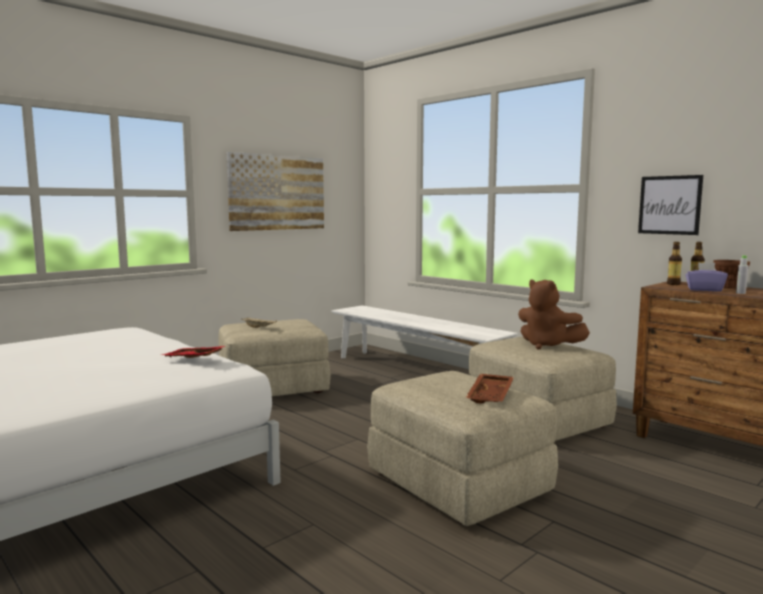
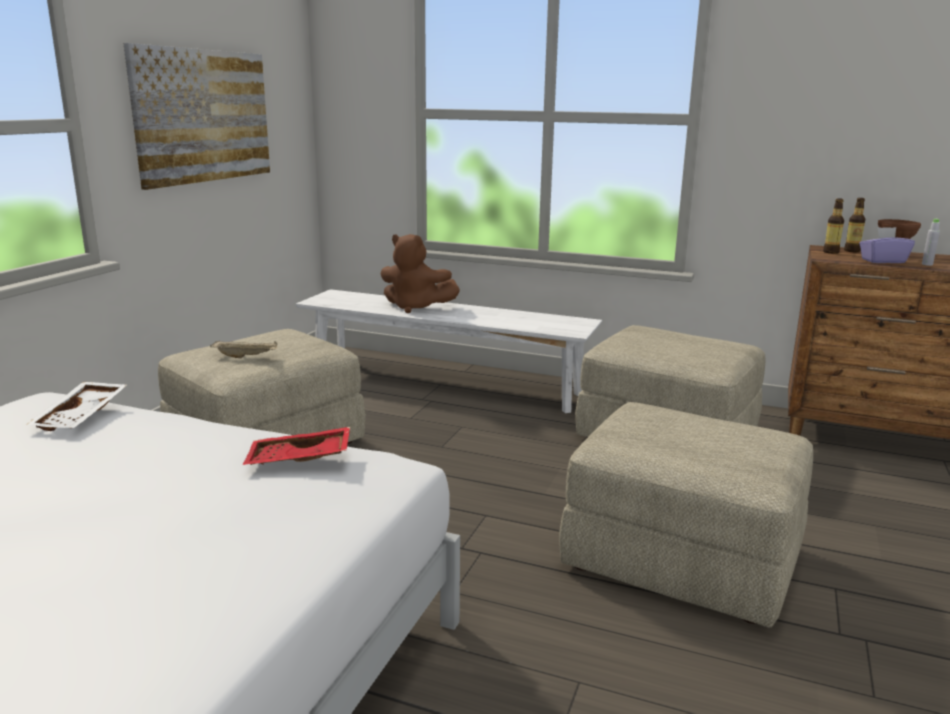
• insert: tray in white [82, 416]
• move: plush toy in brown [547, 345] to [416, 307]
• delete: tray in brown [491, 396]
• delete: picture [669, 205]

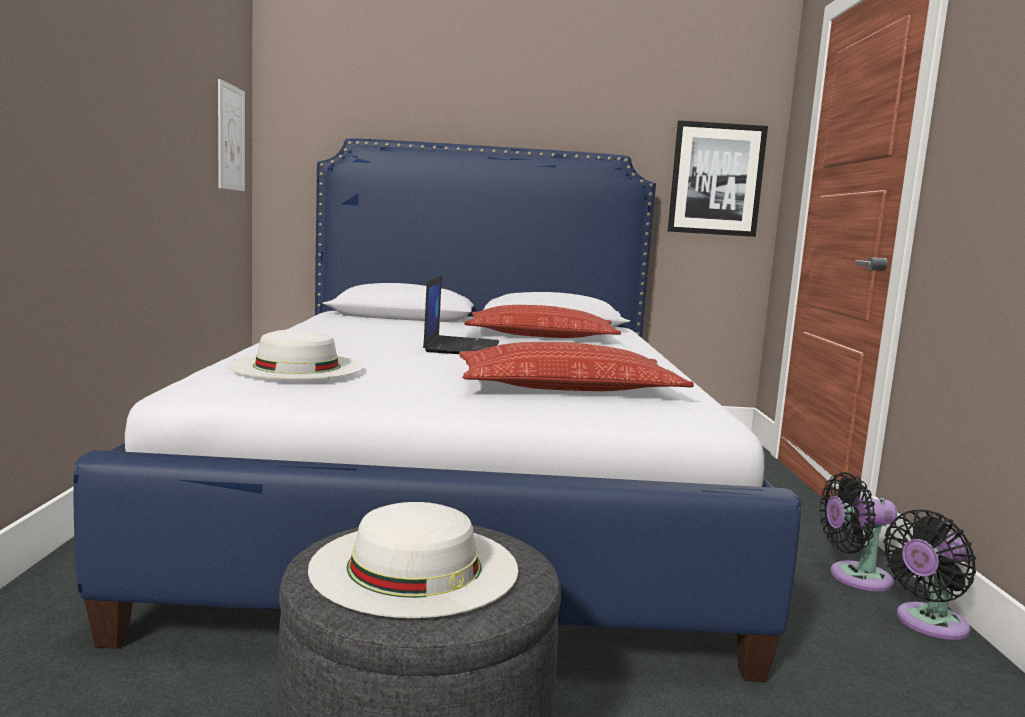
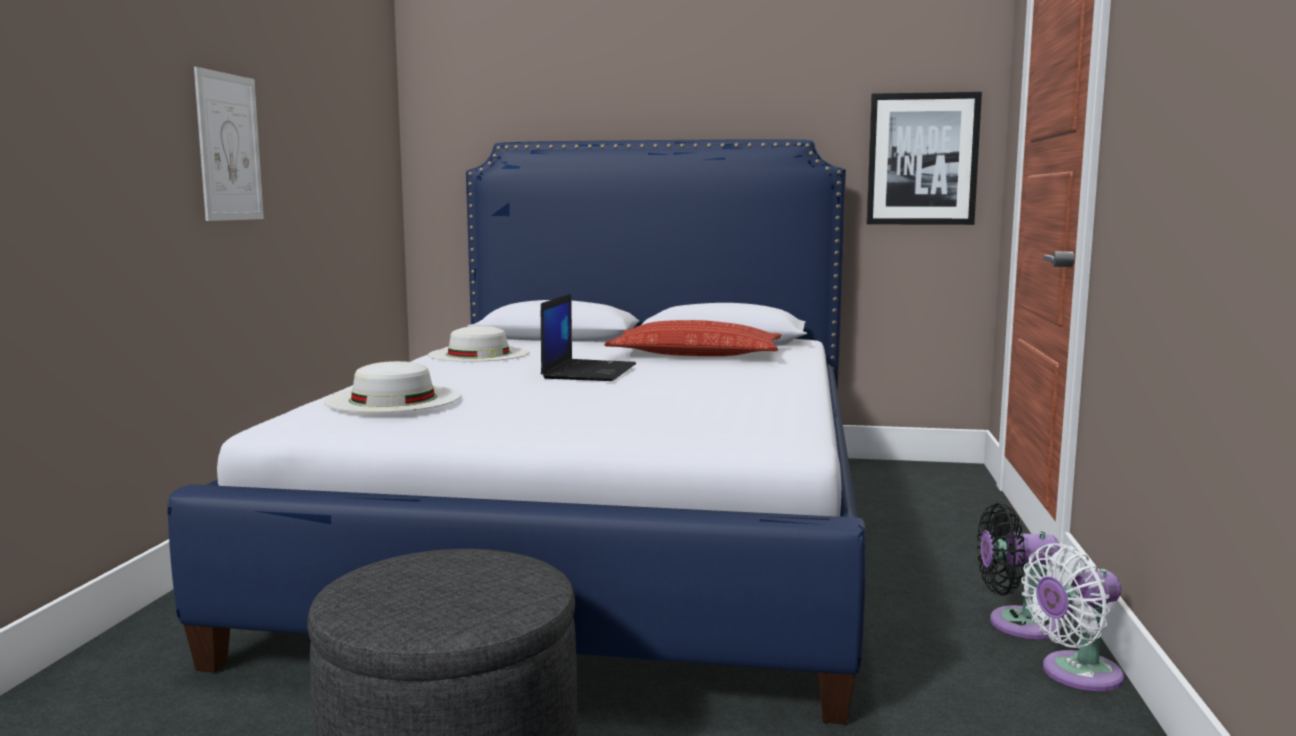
• move: picture [231, 138] to [229, 147]
• move: hat in white [415, 567] to [479, 354]
• recolor: fan in black [927, 624] to fan in white [1075, 674]
• delete: pillow [567, 387]

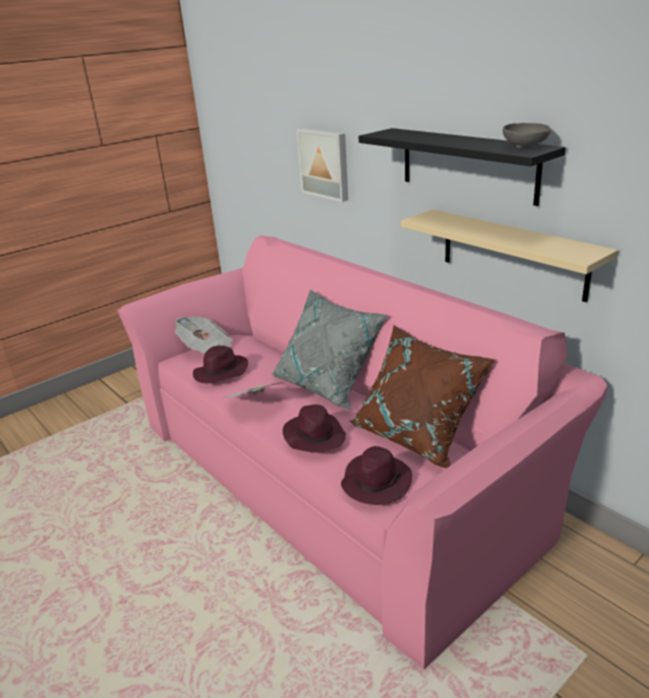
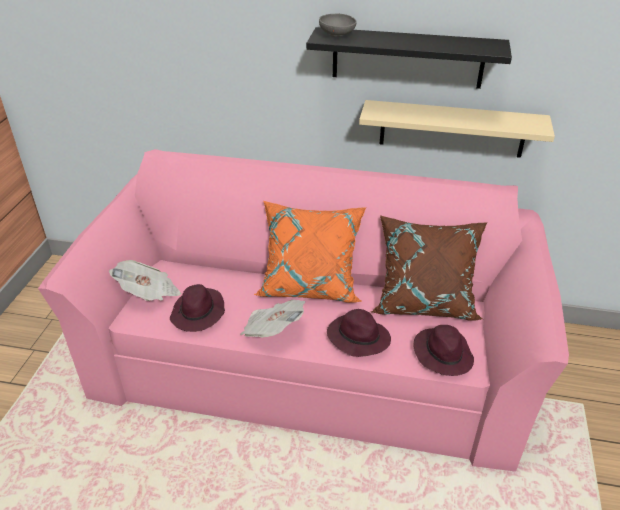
• recolor: pillow in grey [329, 384] to pillow in orange [310, 284]
• move: bowl in grey [525, 148] to [337, 36]
• delete: picture [325, 163]

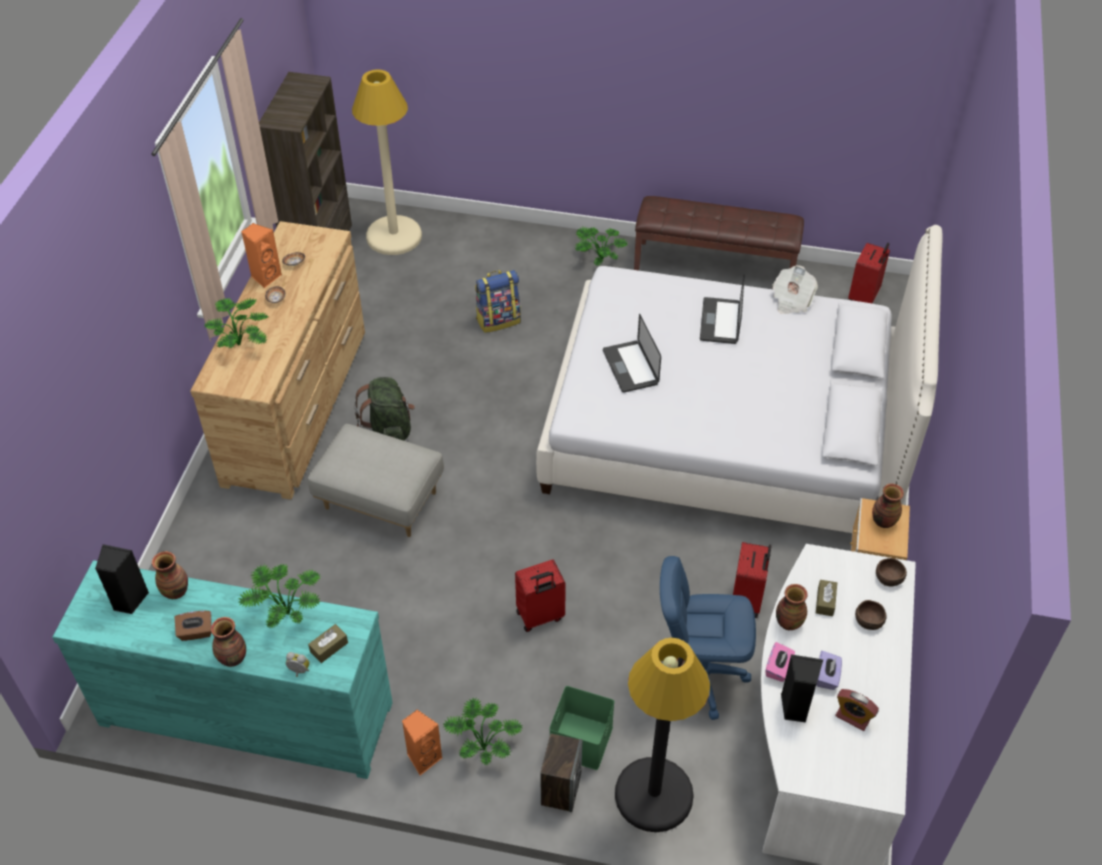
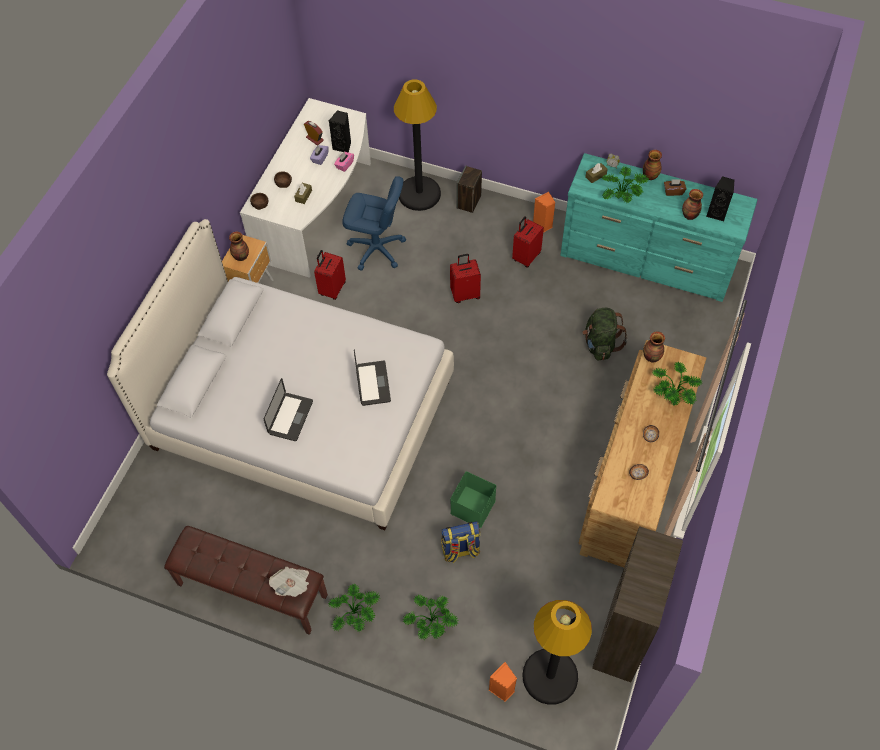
• move: newspaper [791, 300] to [292, 585]
• move: potted plant [483, 745] to [431, 624]
• move: storage box in green [580, 739] to [473, 508]
• move: speaker in orange [265, 277] to [502, 689]
• move: suitcase in red [864, 298] to [526, 257]
• recolor: floor lamp in beige [394, 236] to floor lamp in black [550, 676]
• move: backpack in green [389, 431] to [600, 344]
• move: vase [788, 622] to [652, 357]
• delete: ottoman in grey [379, 501]

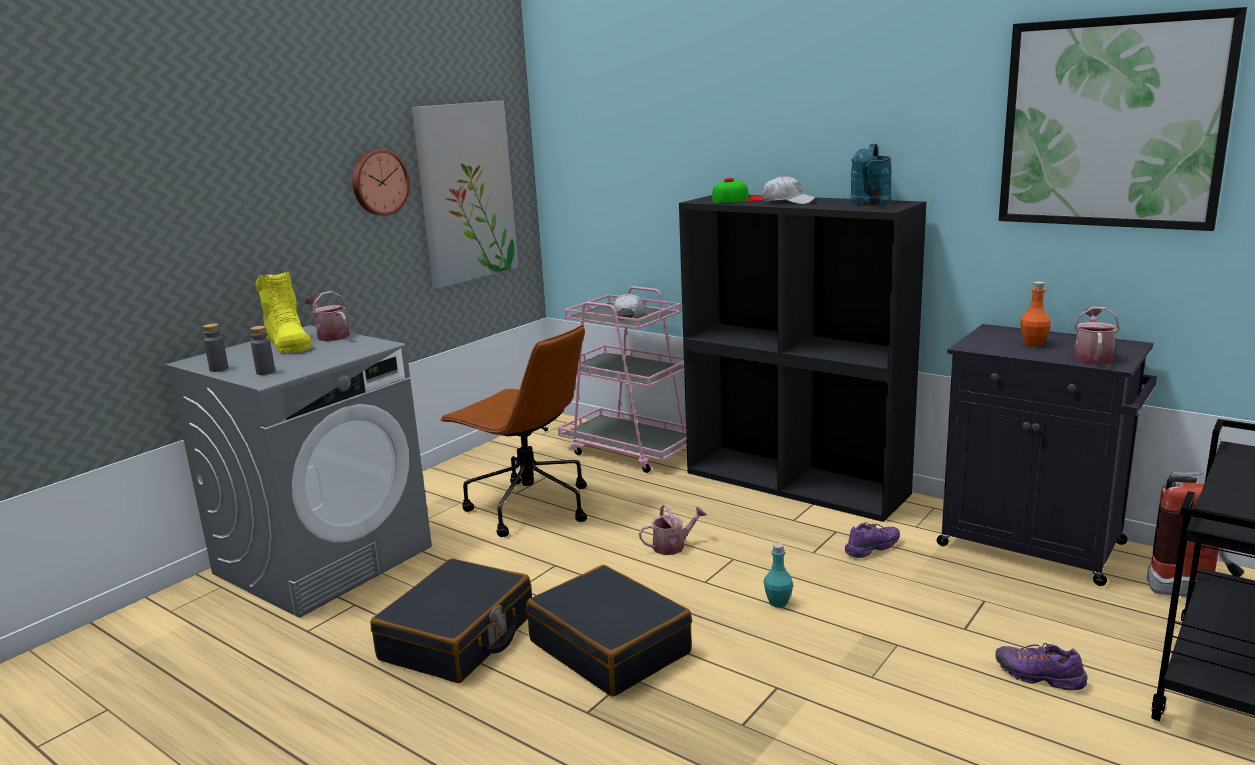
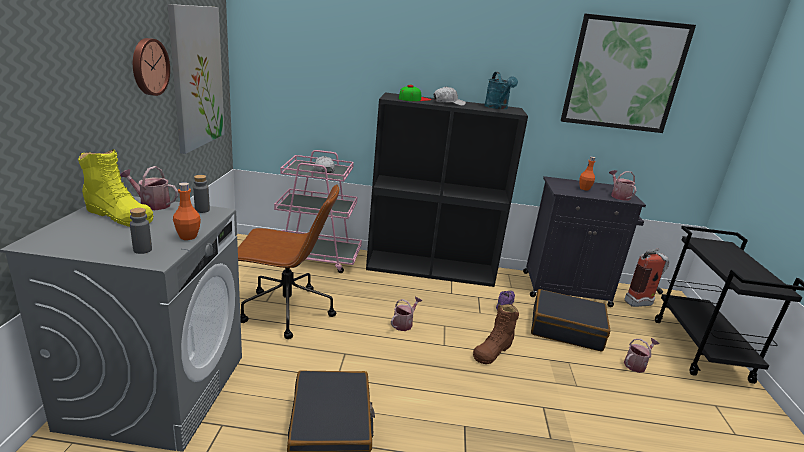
• insert: bottle in orange [188, 236]
• move: bottle in grey [219, 369] to [202, 210]
• replace: bottle in turquoise [778, 602] to boot in brown [493, 350]
• move: suitcase in black [610, 647] to [566, 329]
• replace: shoe in purple [1039, 677] to watering can [636, 364]

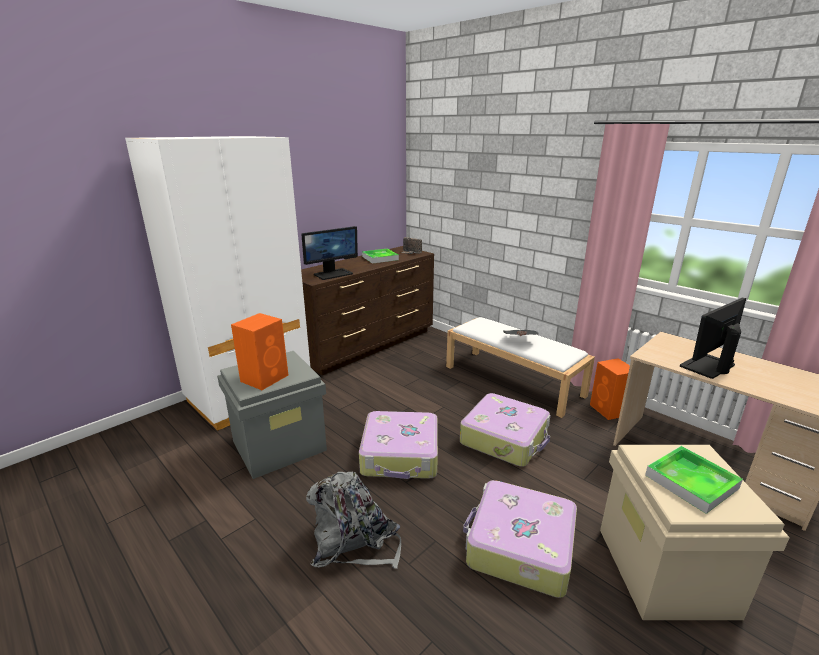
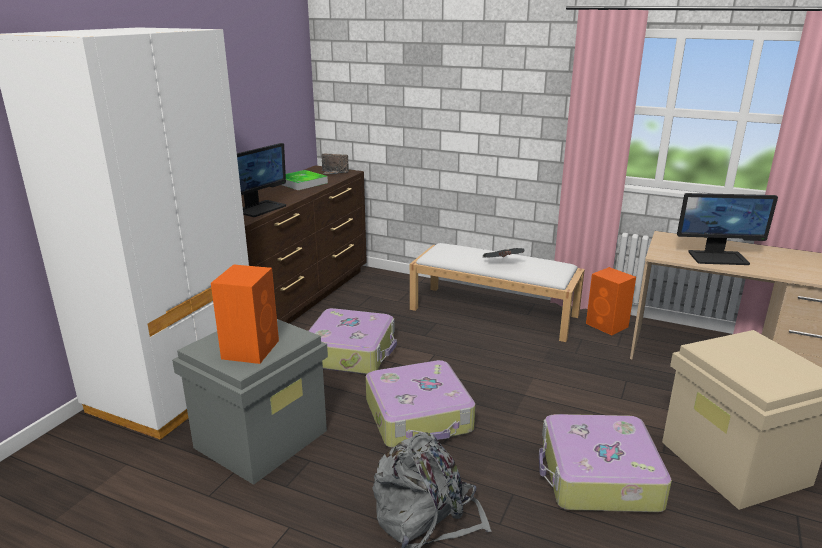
• move: suitcase [505, 438] to [351, 352]
• rotate: monitor [708, 366] = [718, 257] 120 degrees counterclockwise
• delete: tray [691, 481]

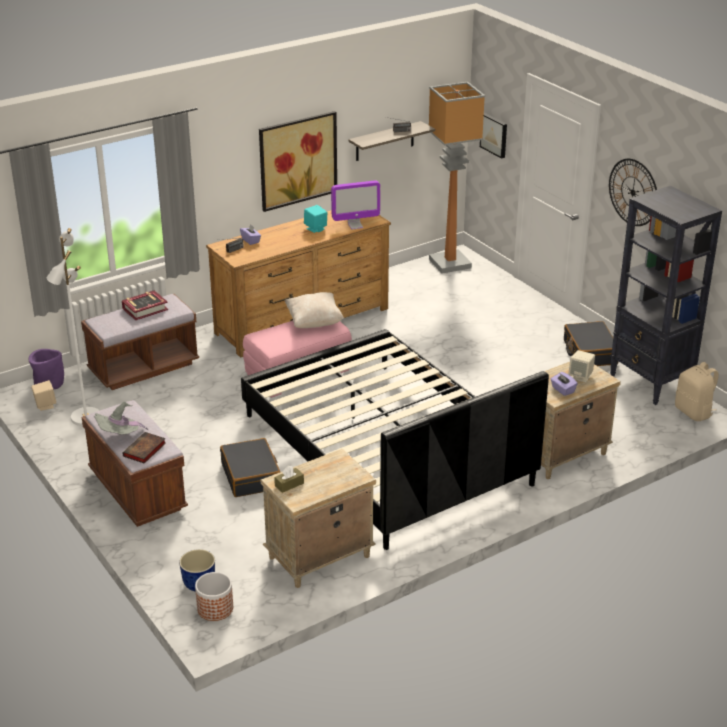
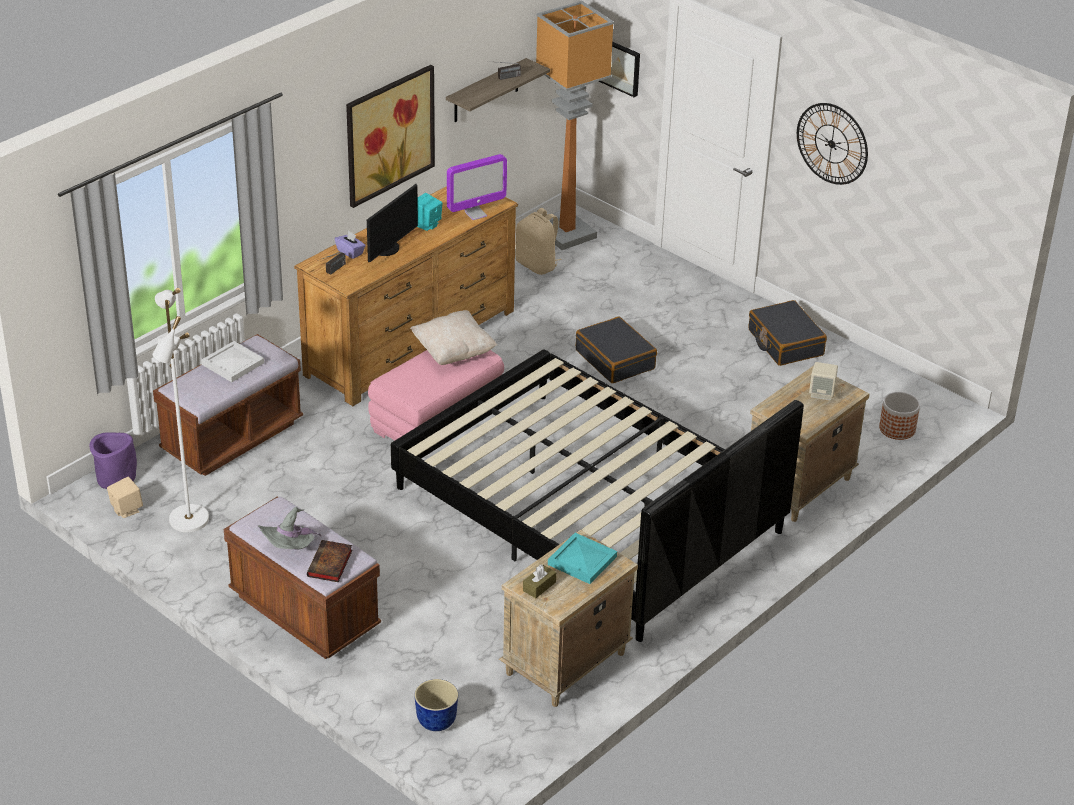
• replace: book [145, 309] to tray in white [233, 363]
• insert: monitor [388, 249]
• move: backpack in beige [694, 412] to [537, 265]
• insert: tray in turquoise [581, 560]
• move: suitcase in black [251, 476] to [615, 359]
• move: planter [215, 608] to [897, 429]
• delete: tissue box in purple [562, 390]
• delete: bookcase in black [651, 383]

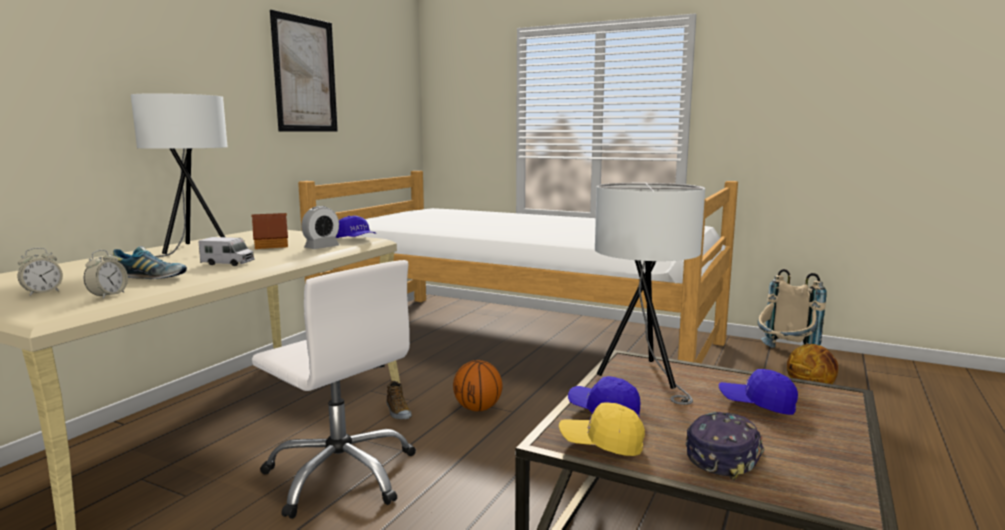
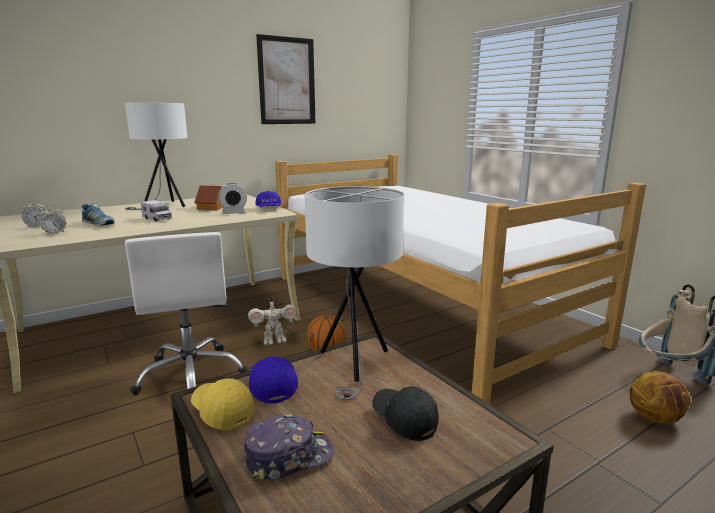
• replace: shoe [398, 412] to toy robot [274, 340]
• recolor: cap in blue [757, 405] to cap in black [404, 420]

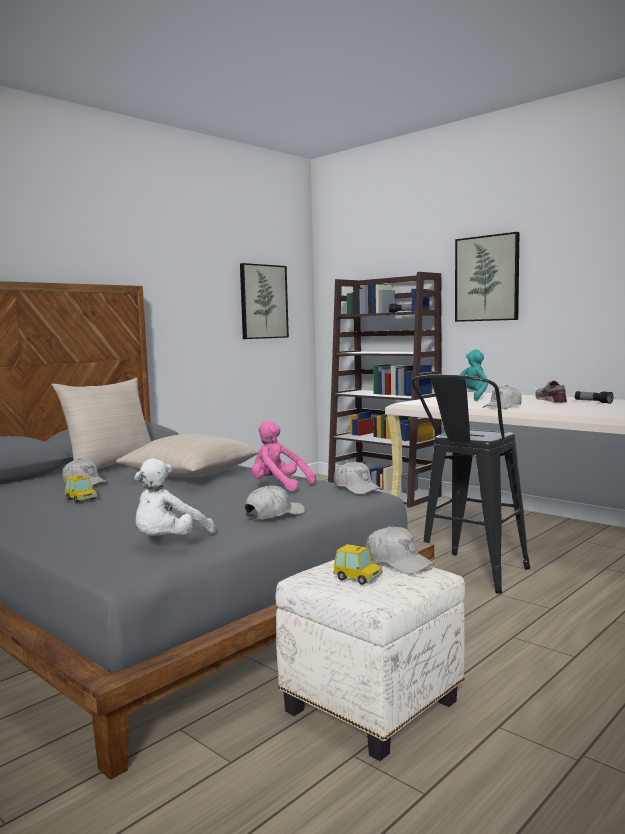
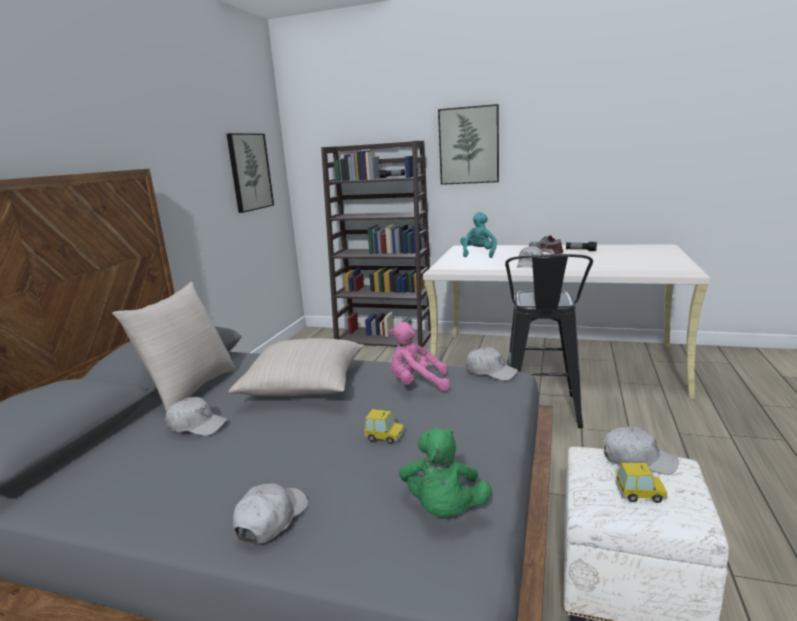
• move: cap in white [274, 514] to [271, 519]
• move: toy car [81, 499] to [385, 436]
• recolor: plush toy in white [169, 542] to plush toy in green [444, 510]

